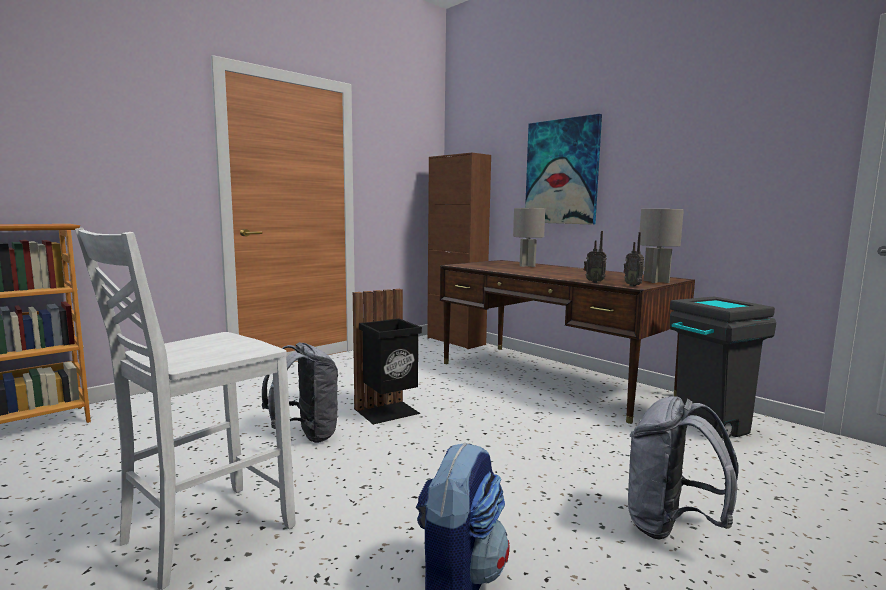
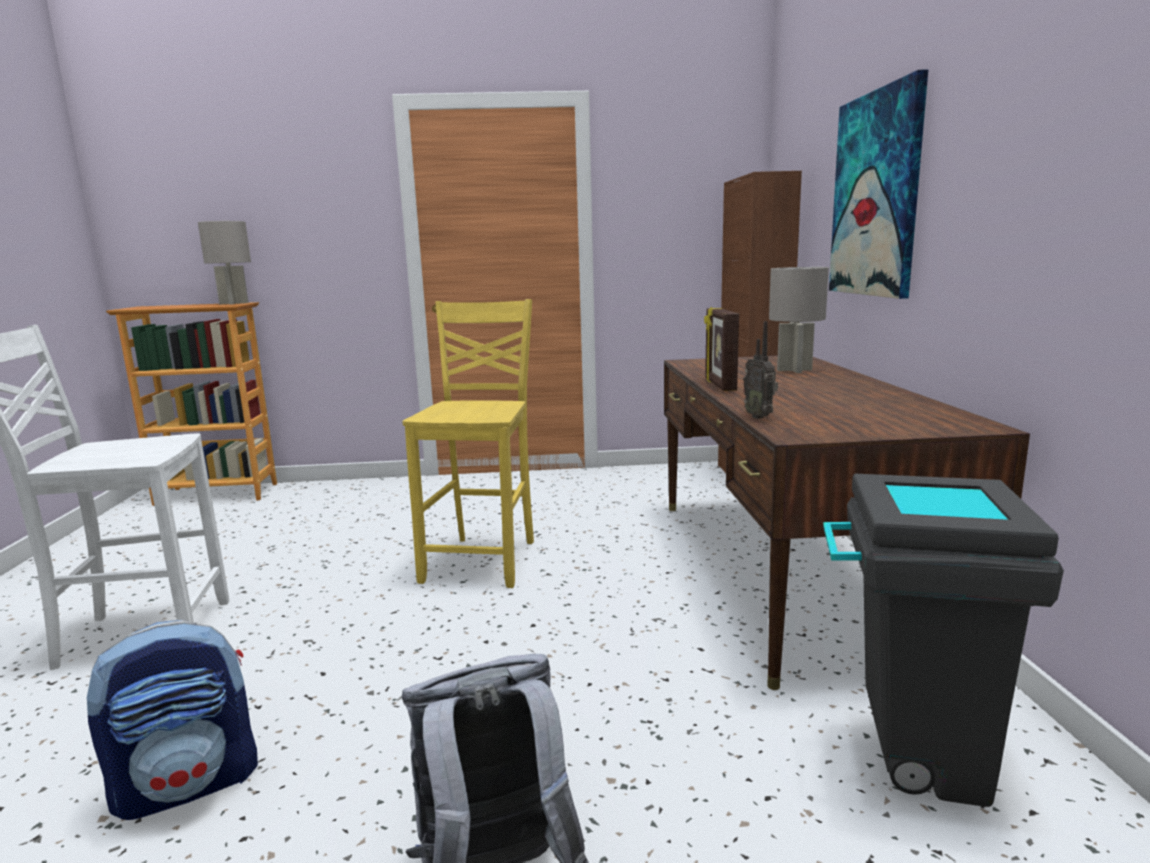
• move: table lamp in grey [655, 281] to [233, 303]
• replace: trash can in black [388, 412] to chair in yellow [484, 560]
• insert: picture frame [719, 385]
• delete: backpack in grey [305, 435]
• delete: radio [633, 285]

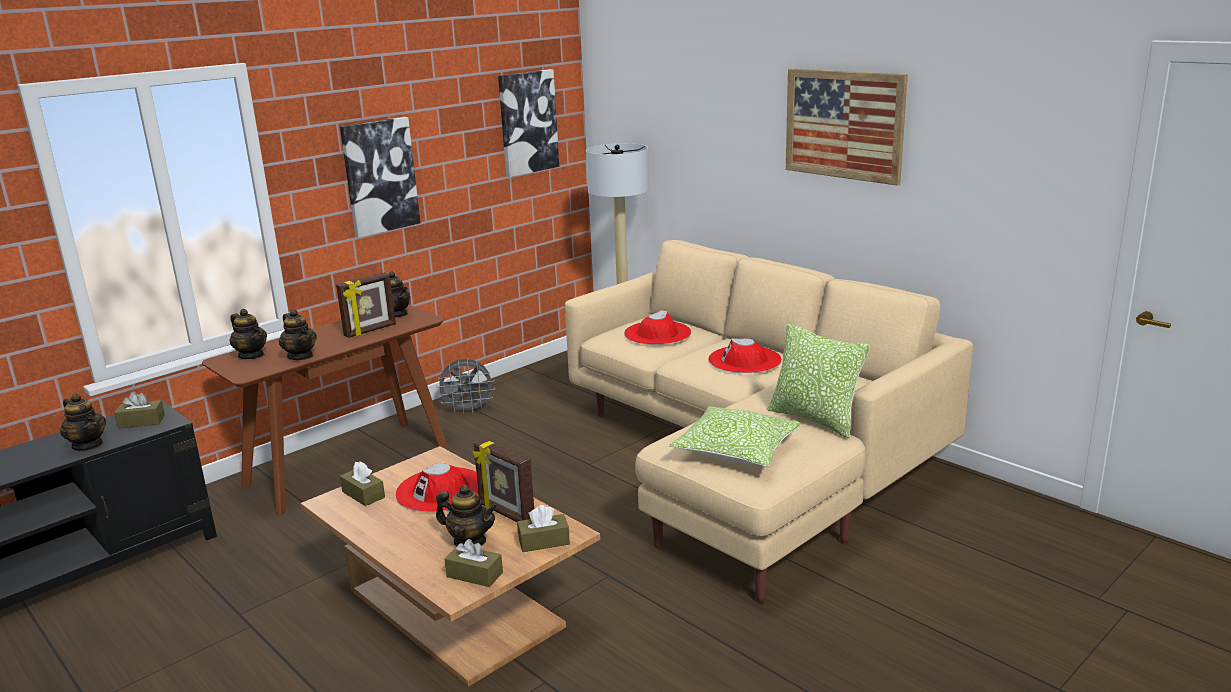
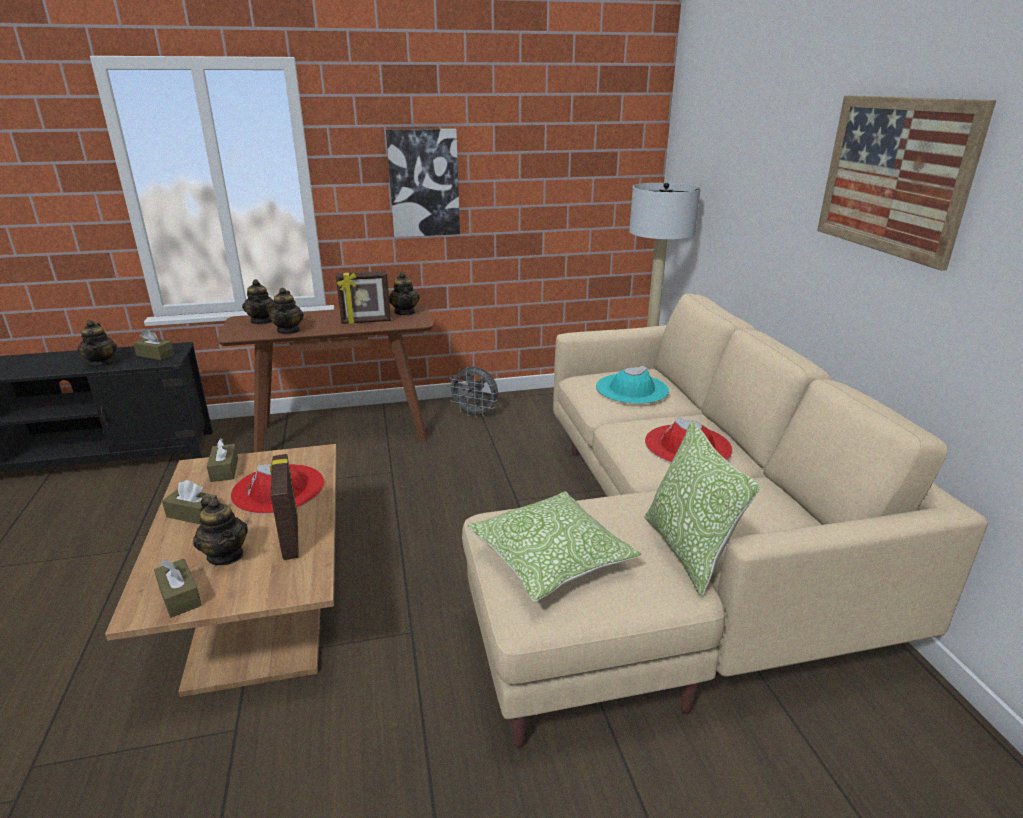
• move: tissue box in brown [544, 541] to [193, 514]
• recolor: hat in red [657, 333] to hat in turquoise [631, 389]
• delete: picture [527, 122]

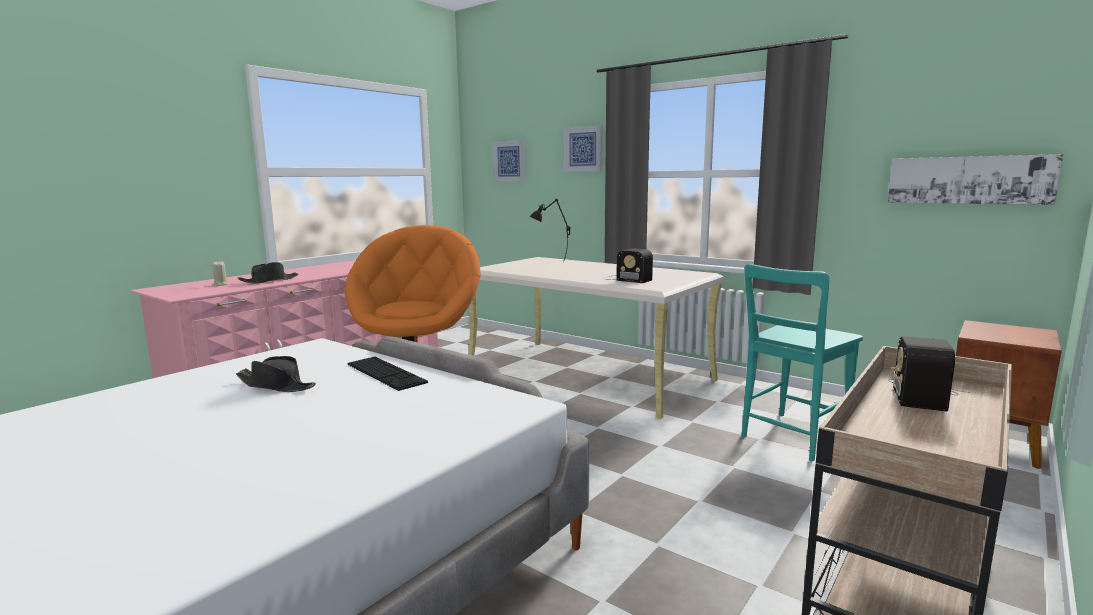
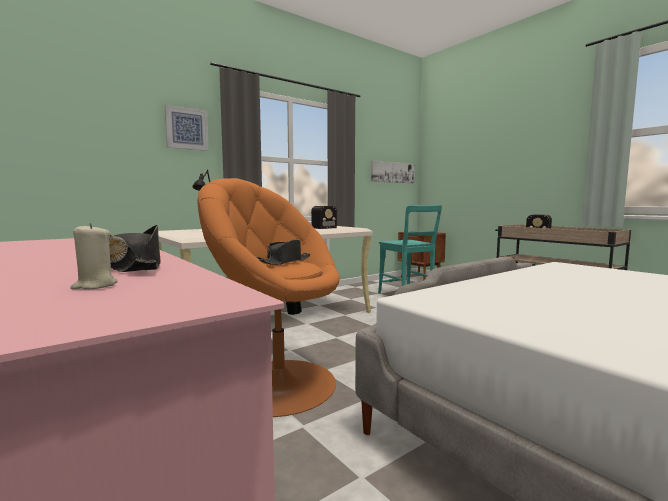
• move: hat in black [276, 385] to [285, 262]
• delete: keyboard [385, 373]
• delete: picture [509, 161]

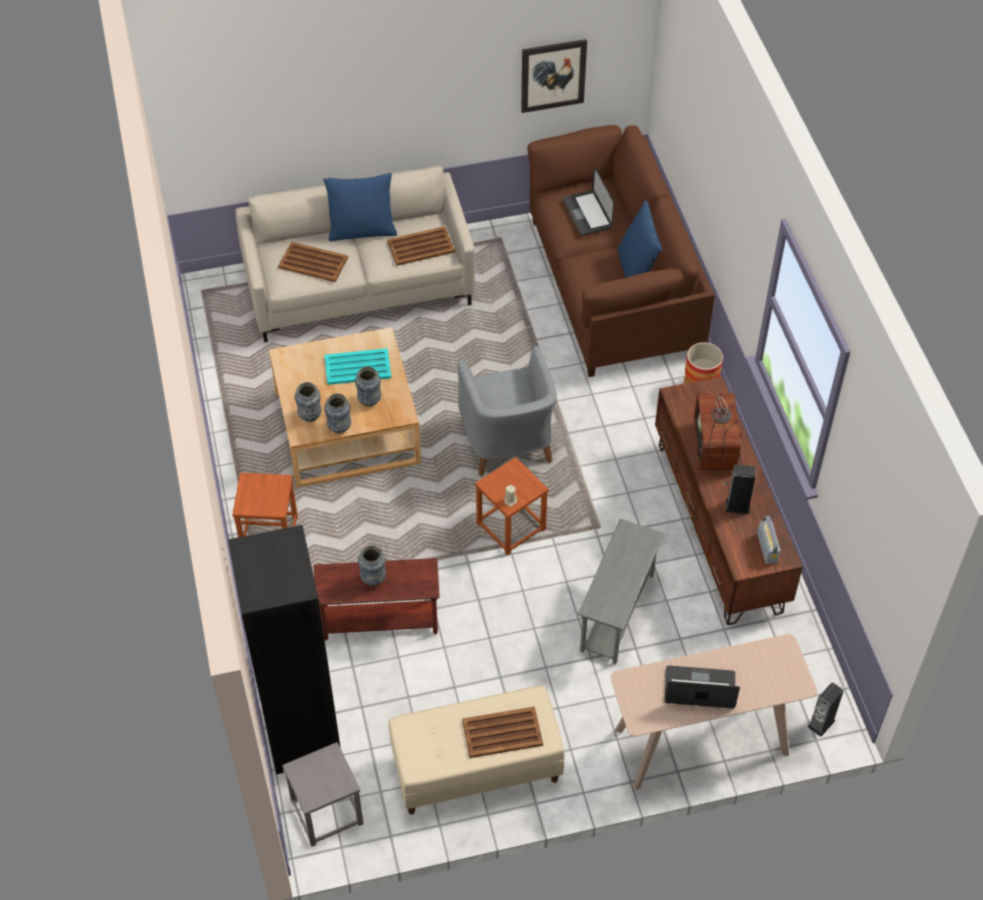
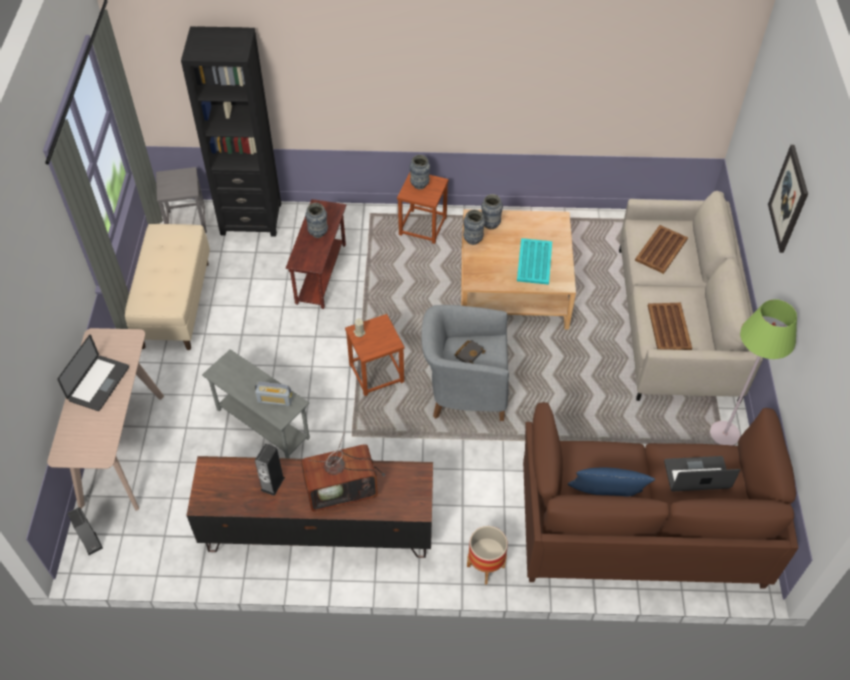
• move: radio [767, 547] to [275, 400]
• rotate: television [717, 449] = [343, 487] 150 degrees clockwise
• move: vase [369, 400] to [419, 185]
• insert: book in black [469, 353]
• insert: floor lamp in green [724, 434]
• move: picture [553, 75] to [788, 199]
• delete: pillow in blue [362, 230]
• delete: tray in brown [503, 733]

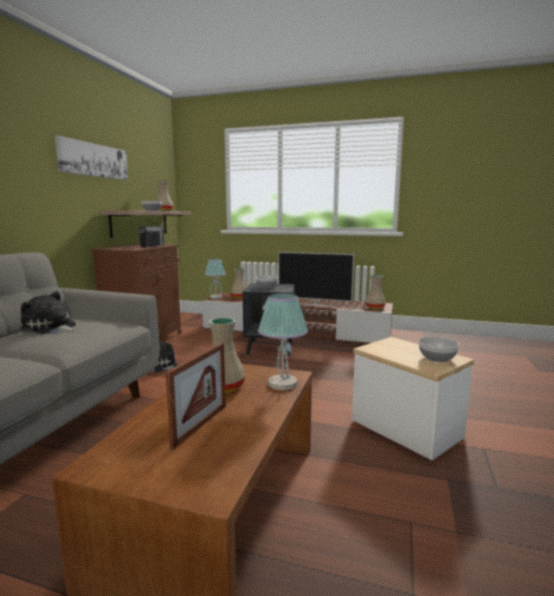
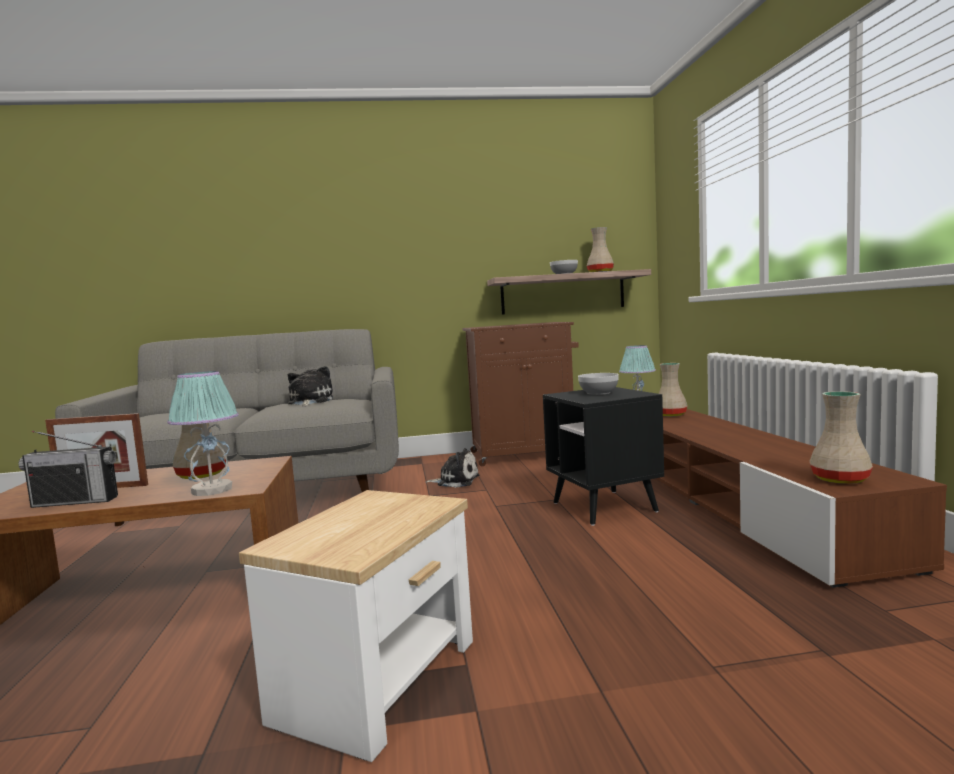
• move: radio [152, 246] to [75, 502]
• delete: picture [93, 160]
• delete: television [314, 305]
• delete: bowl [437, 358]

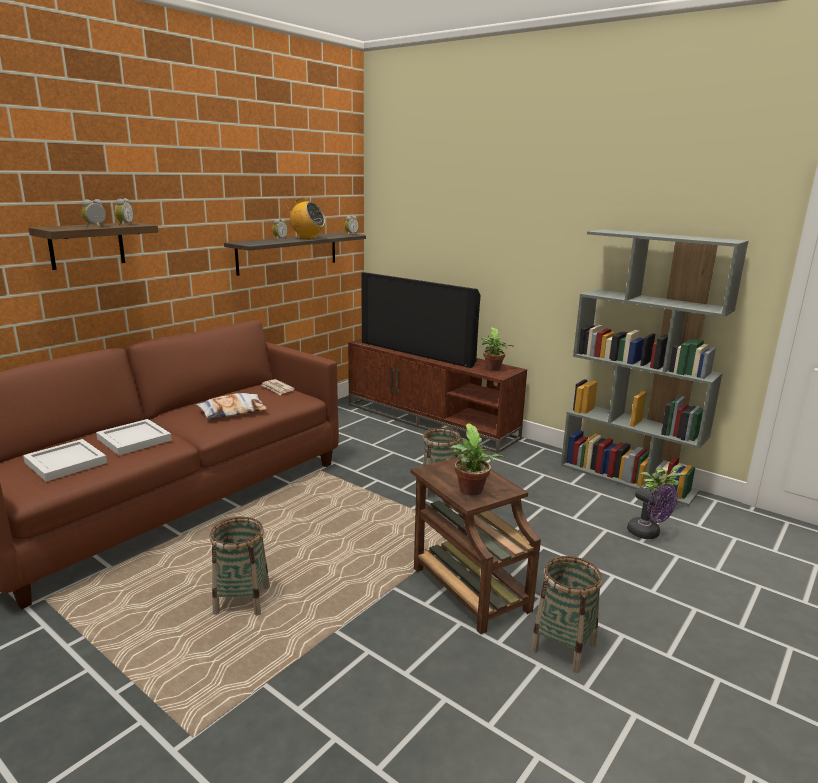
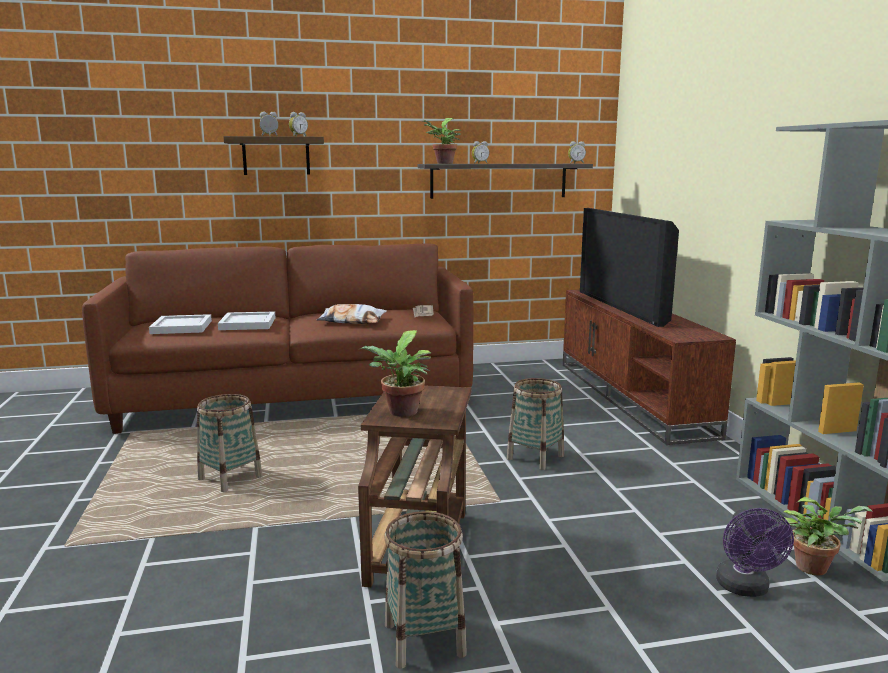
• move: potted plant [493, 369] to [443, 163]
• delete: radio [307, 238]

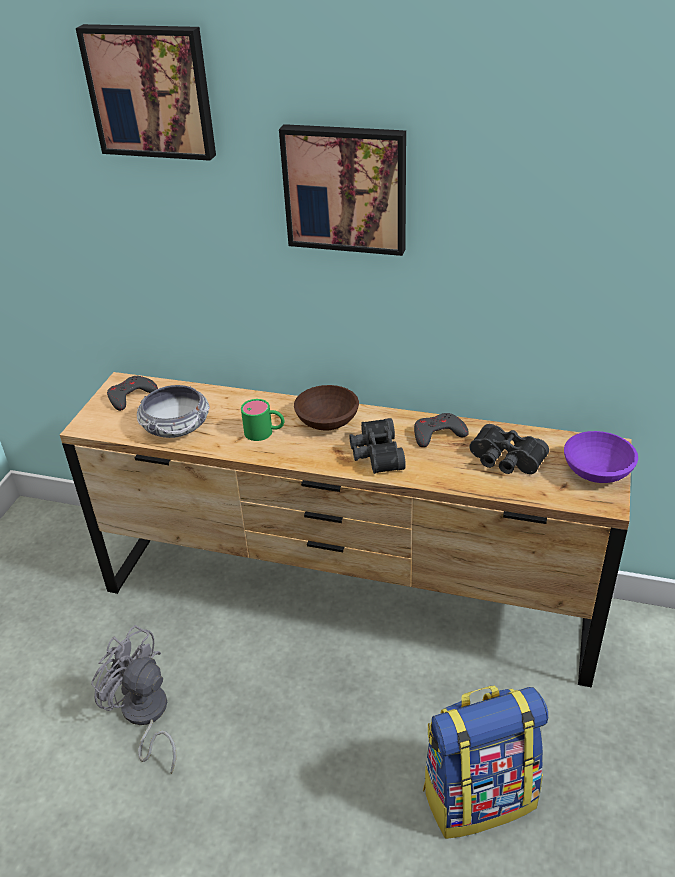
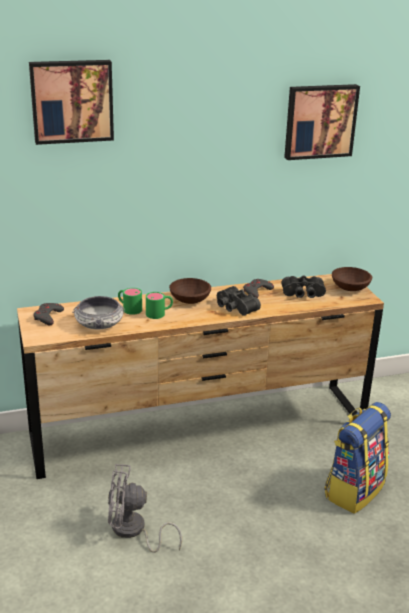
• insert: mug in green [129, 308]
• move: picture [346, 188] to [319, 121]
• recolor: bowl in purple [598, 472] to bowl in brown [351, 288]

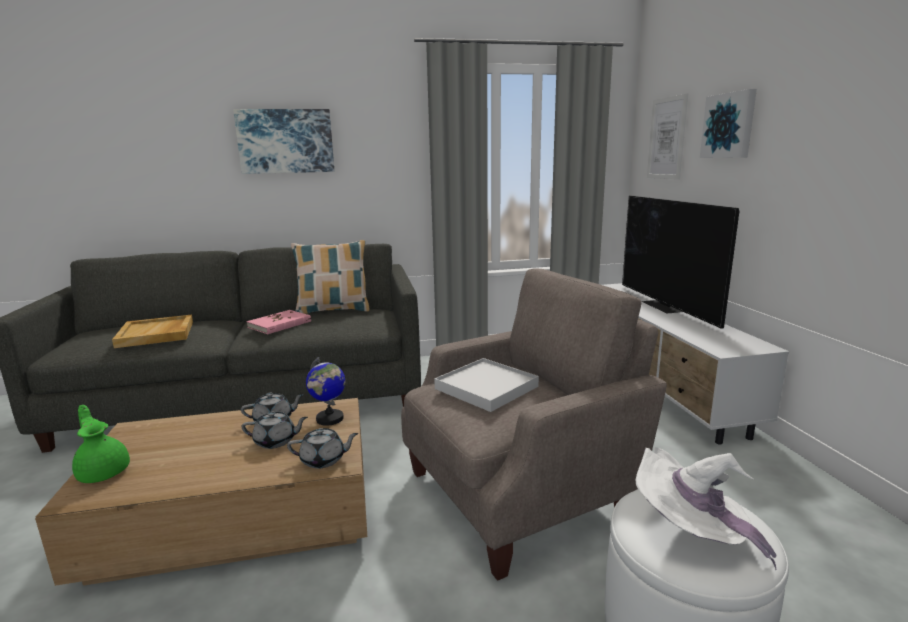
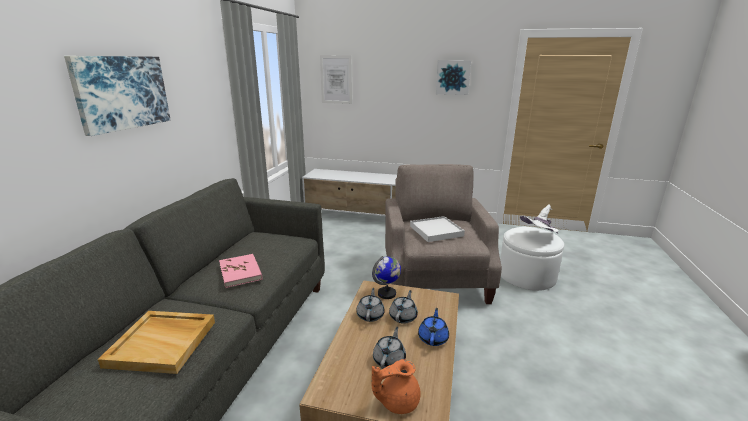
• recolor: teapot in green [104, 472] to teapot in orange [397, 401]
• move: teapot in grey [324, 460] to [389, 359]
• insert: teapot in blue [433, 338]
• move: picture [729, 125] to [453, 77]
• delete: pillow [333, 310]
• delete: television [665, 306]

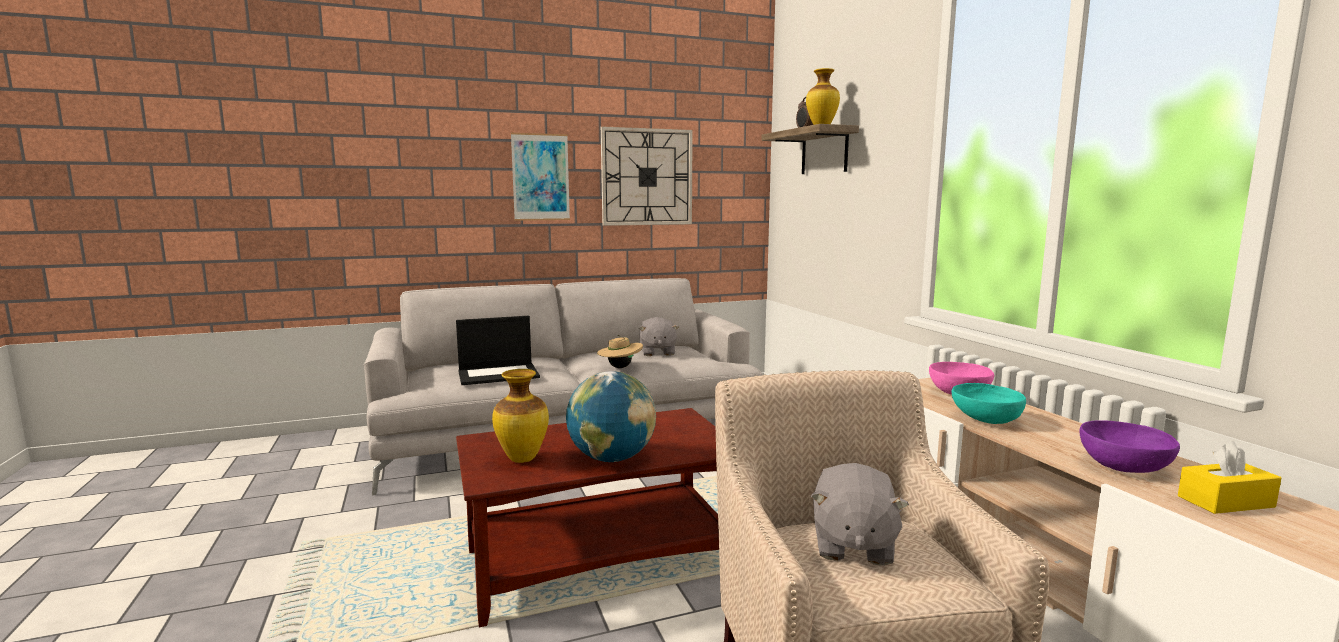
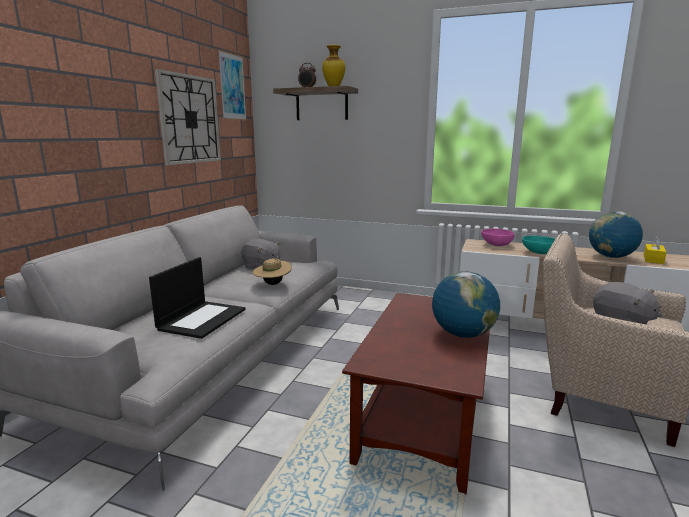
• move: picture [540, 177] to [232, 87]
• replace: bowl in purple [1123, 466] to globe [611, 257]
• delete: vase [523, 459]

